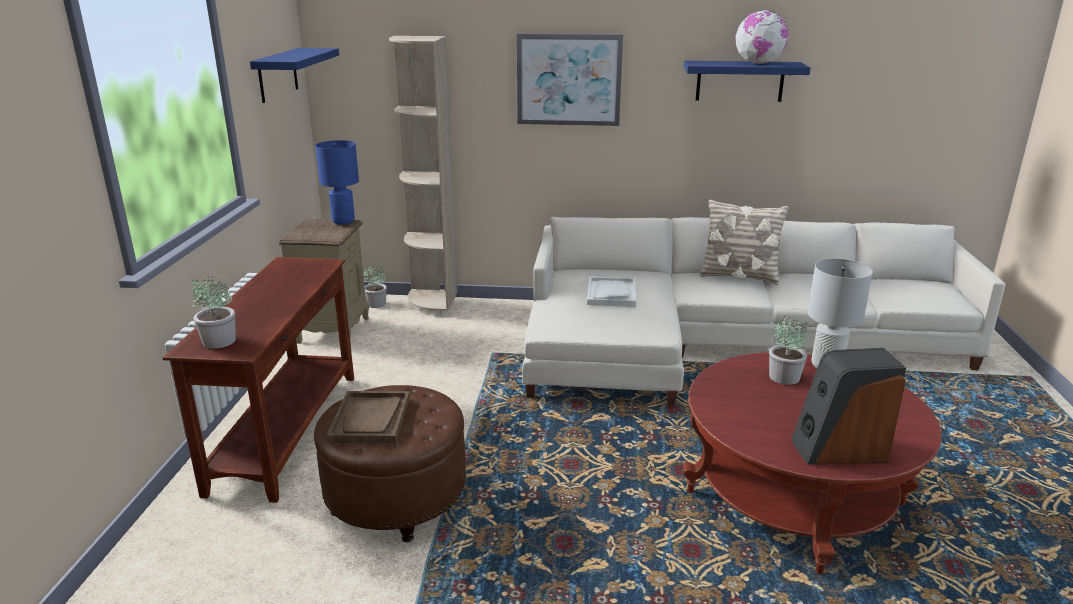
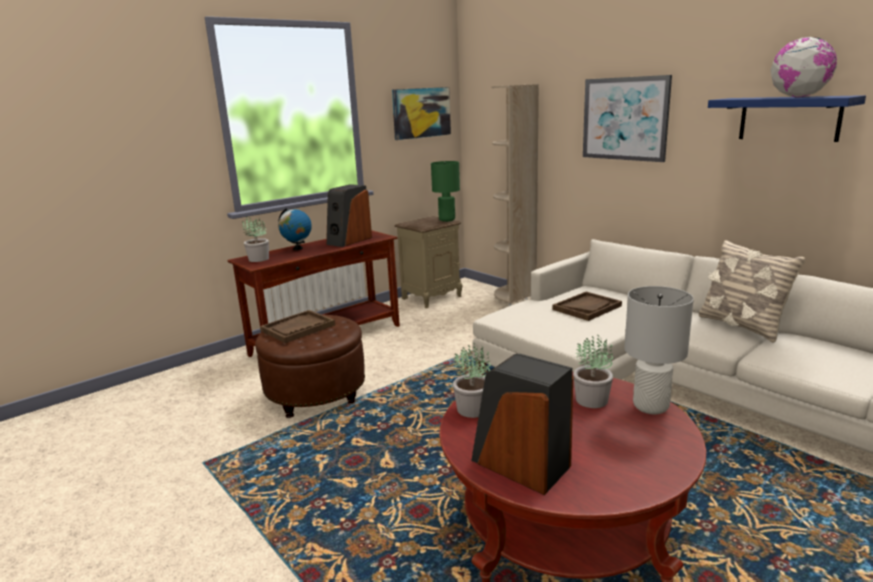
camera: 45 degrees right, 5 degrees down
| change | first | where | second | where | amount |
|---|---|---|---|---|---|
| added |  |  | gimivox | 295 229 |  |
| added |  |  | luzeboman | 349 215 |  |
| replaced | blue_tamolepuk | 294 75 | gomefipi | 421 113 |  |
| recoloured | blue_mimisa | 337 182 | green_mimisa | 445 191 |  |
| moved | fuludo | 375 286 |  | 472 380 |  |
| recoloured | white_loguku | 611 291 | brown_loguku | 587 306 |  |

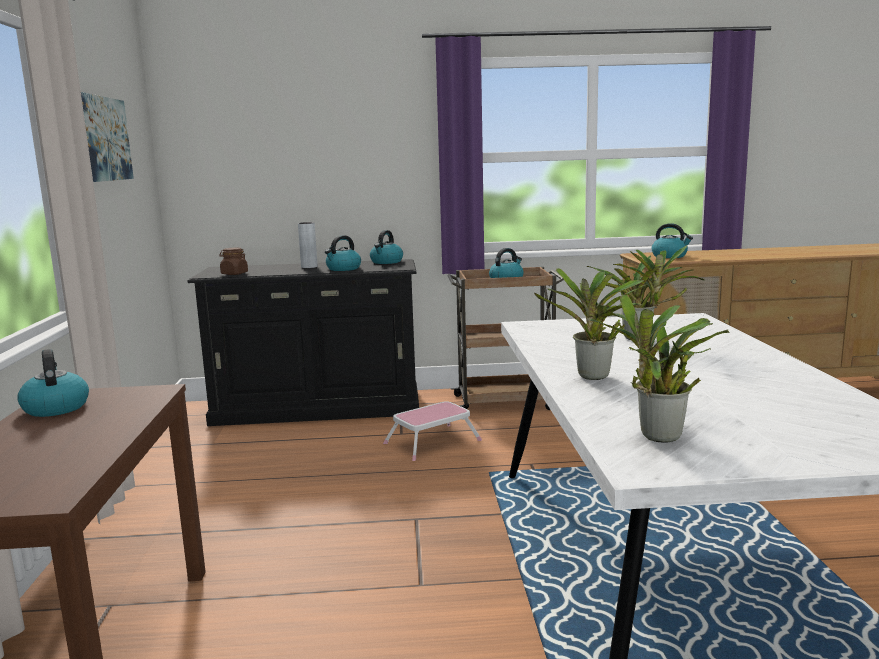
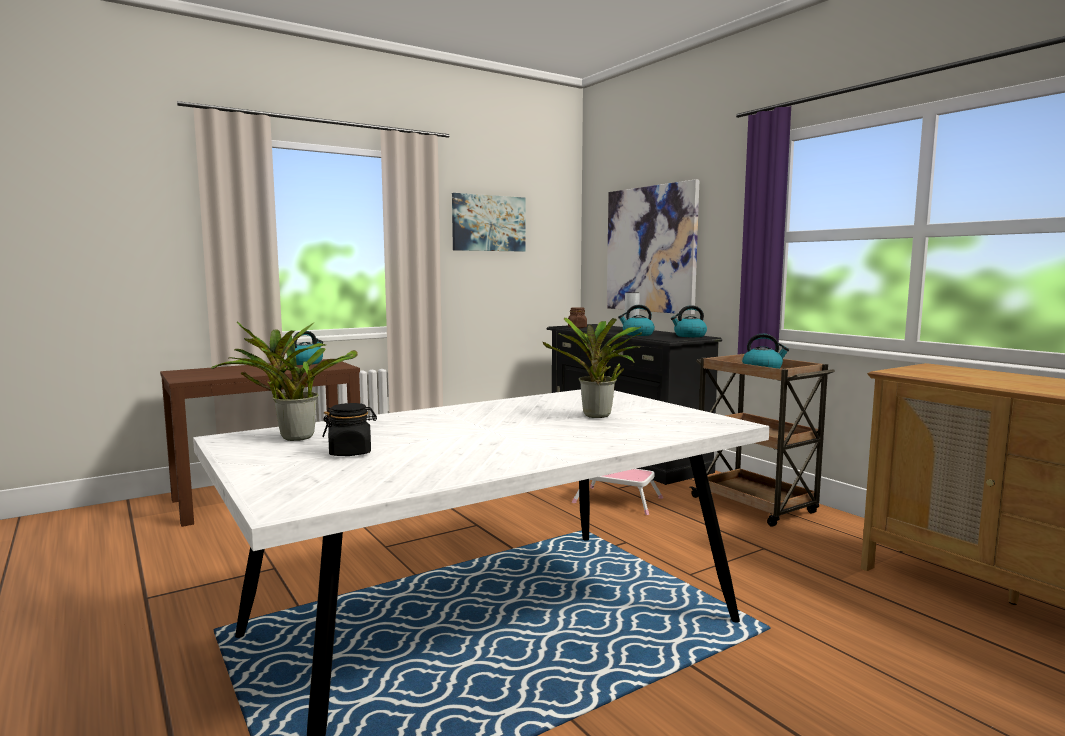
camera: 60 degrees right, 5 degrees down
| change | first | where | second | where | amount |
|---|---|---|---|---|---|
| added |  |  | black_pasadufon | 349 429 |  |
| added |  |  | gomefipi | 653 247 |  |
| removed | fuludo | 590 324 |  |  |  |
| removed | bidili | 672 240 |  |  |  |

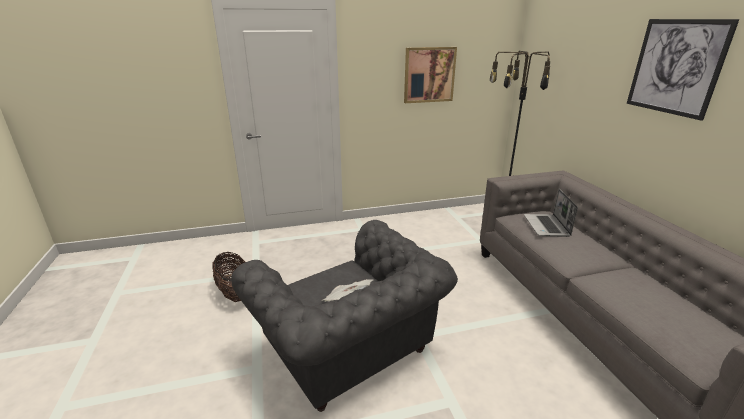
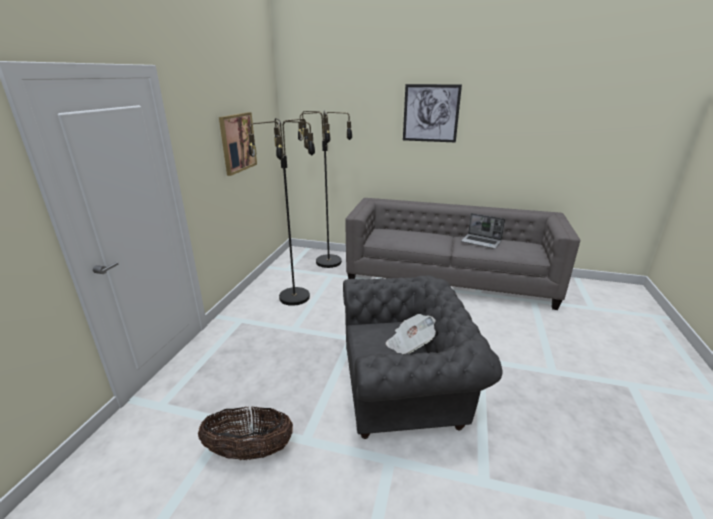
camera: 60 degrees left, 0 degrees up
| change | first | where | second | where | amount |
|---|---|---|---|---|---|
| added |  |  | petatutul | 282 212 |  |
| moved | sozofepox | 551 213 |  | 483 231 |  |

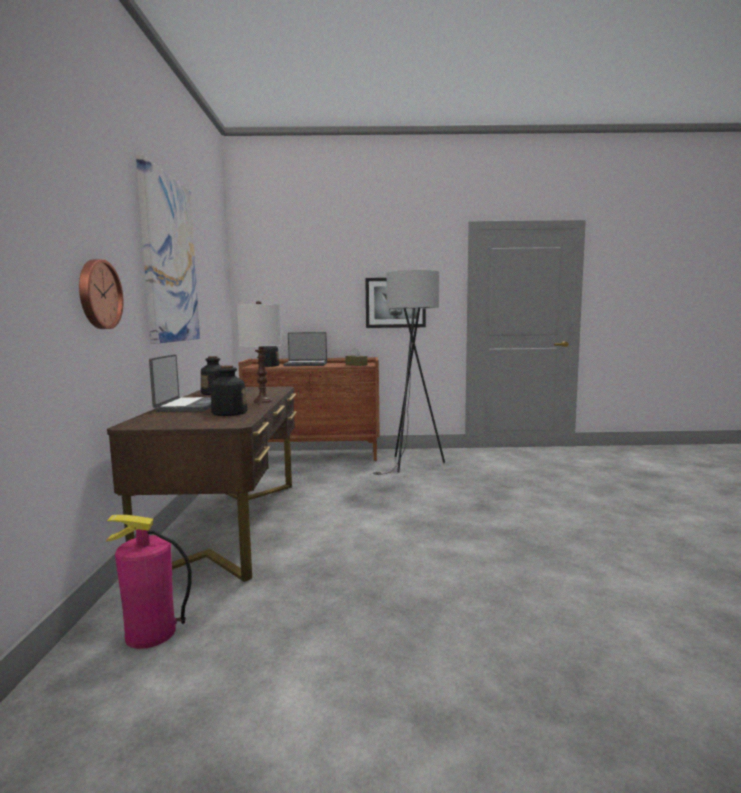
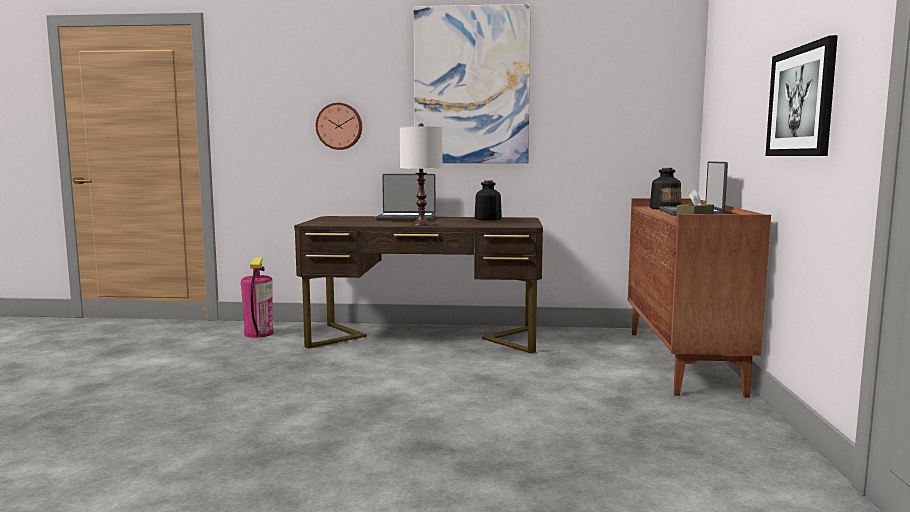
camera: 95 degrees right, 0 degrees up
| change | first | where | second | where | amount |
|---|---|---|---|---|---|
| removed | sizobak | 229 390 |  |  |  |
| removed | grey_petatutul | 409 372 |  |  |  |

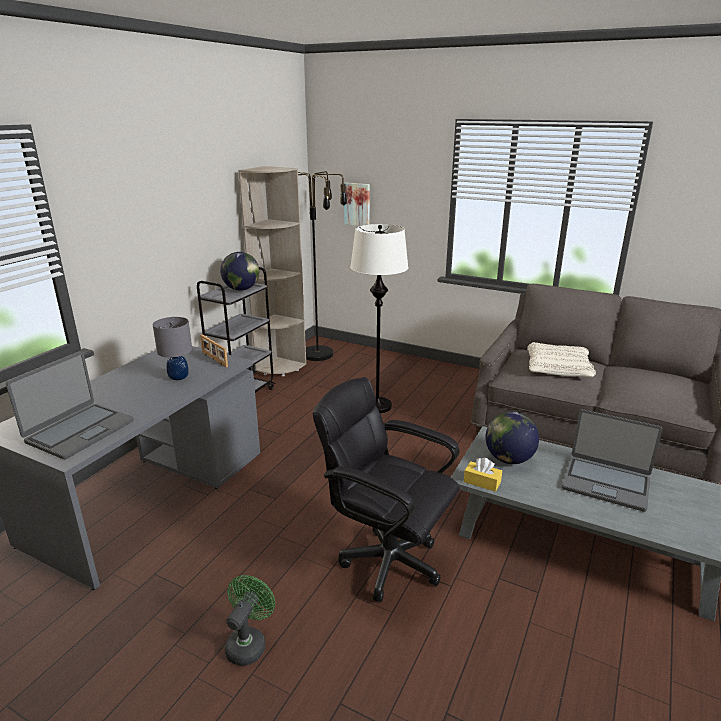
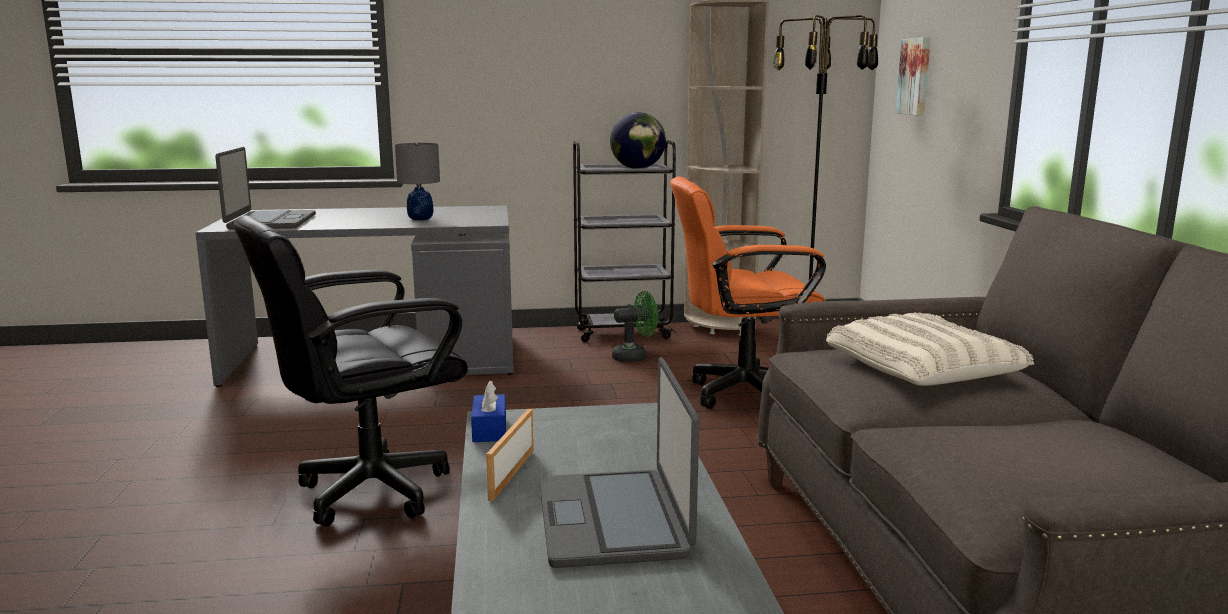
camera: 55 degrees right, 10 degrees down
| change | first | where | second | where | amount |
|---|---|---|---|---|---|
| turned | sozofepox | 70 405 |  | 265 188 | 90 degrees counterclockwise |
| turned | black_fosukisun | 386 489 |  | 350 370 | 120 degrees counterclockwise |
| recoloured | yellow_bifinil | 483 474 | blue_bifinil | 488 411 |  |
| moved | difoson | 214 351 |  | 510 455 |  |
| moved | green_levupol | 250 620 |  | 635 326 |  |
| replaced | white_petatutul | 379 318 | orange_fosukisun | 748 292 |  |
| removed | gimivox | 512 438 |  |  |  |

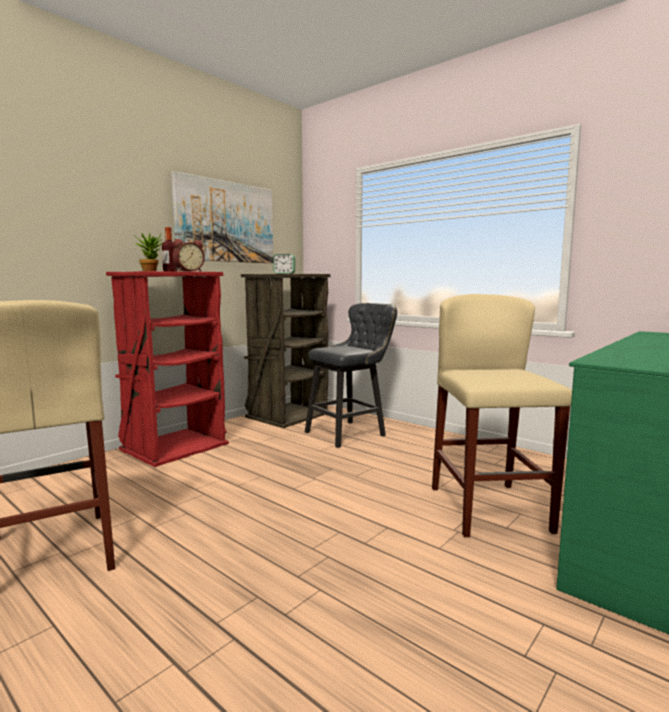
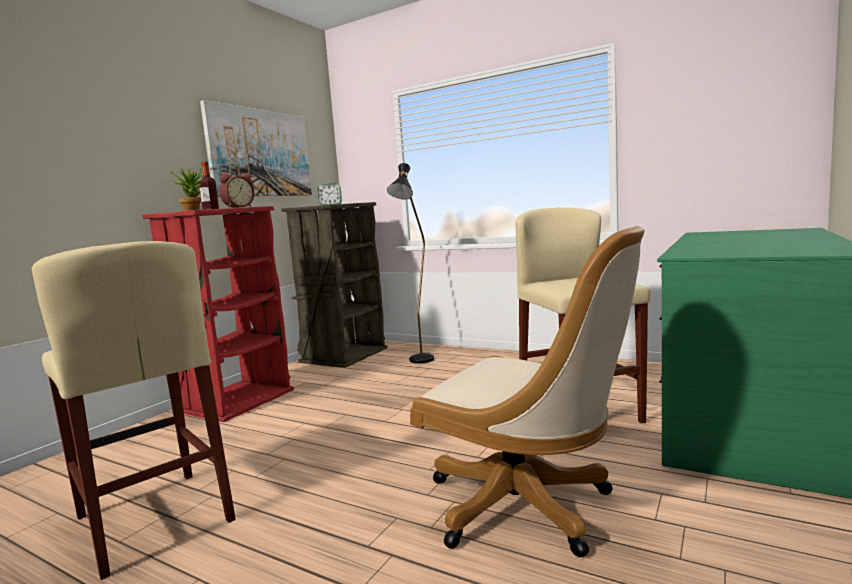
camera: 10 degrees left, 0 degrees up
| change | first | where | second | where | amount |
|---|---|---|---|---|---|
| replaced | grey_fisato | 351 375 | black_petatutul | 410 263 |  |
| added |  |  | fosukisun | 527 391 |  |

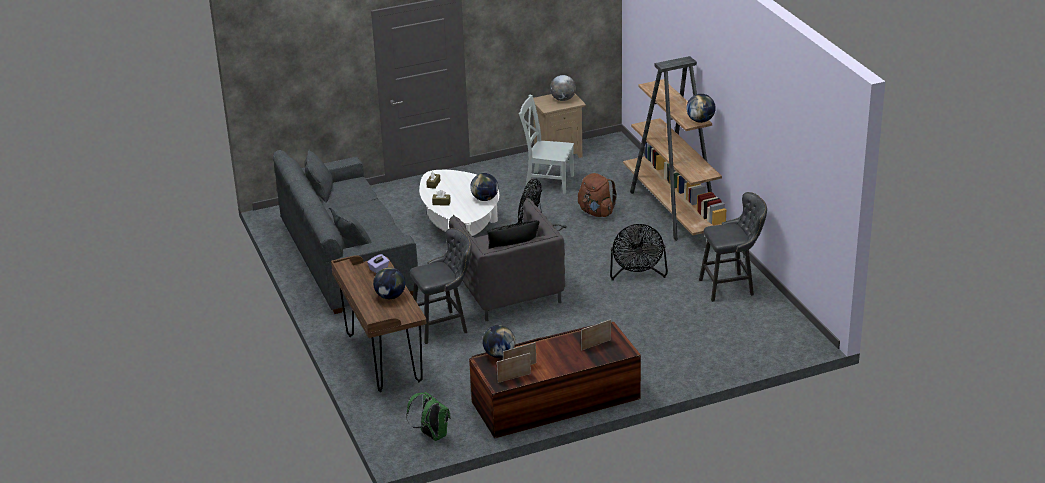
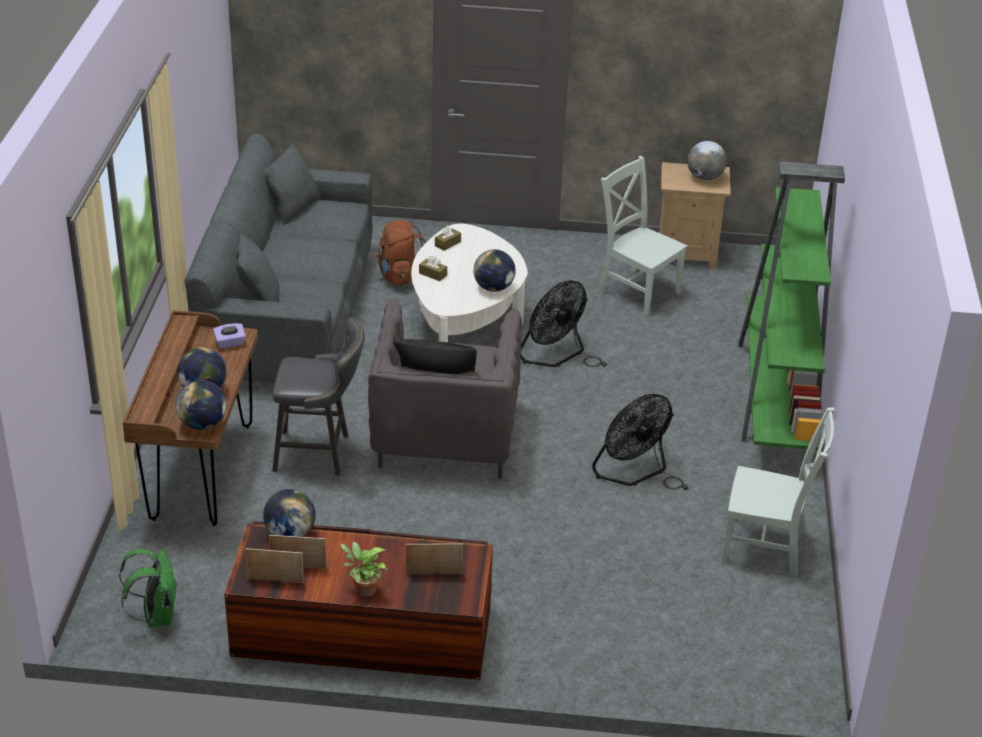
camera: 25 degrees right, 5 degrees up
| change | first | where | second | where | amount |
|---|---|---|---|---|---|
| moved | gimivox | 701 108 |  | 201 405 |  |
| added |  |  | fuludo | 363 569 |  |
| moved | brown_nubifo | 597 195 |  | 400 253 |  |
| turned | black_levupol | 639 252 |  | 640 442 | 120 degrees clockwise |
| replaced | grey_fisato | 733 247 | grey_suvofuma | 778 491 |  |
| recoloured | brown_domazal | 674 148 | green_domazal | 791 305 |  |

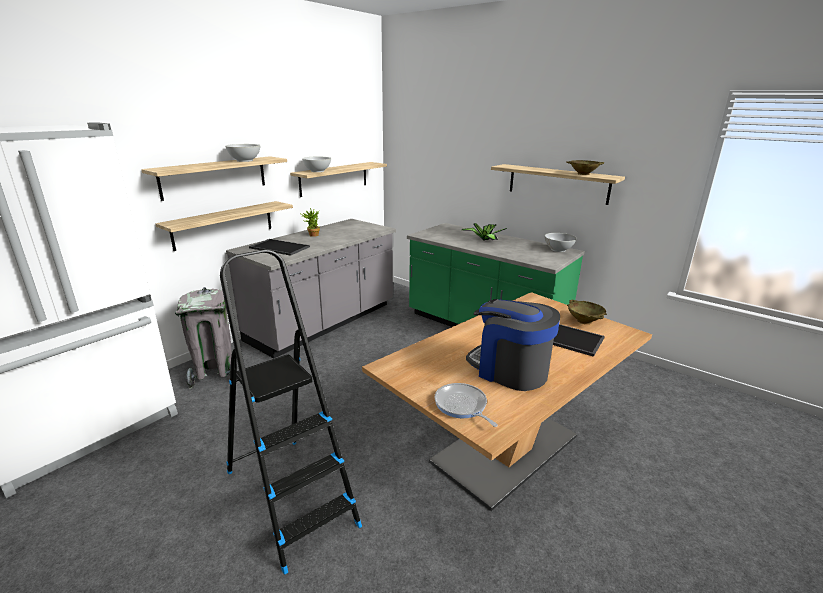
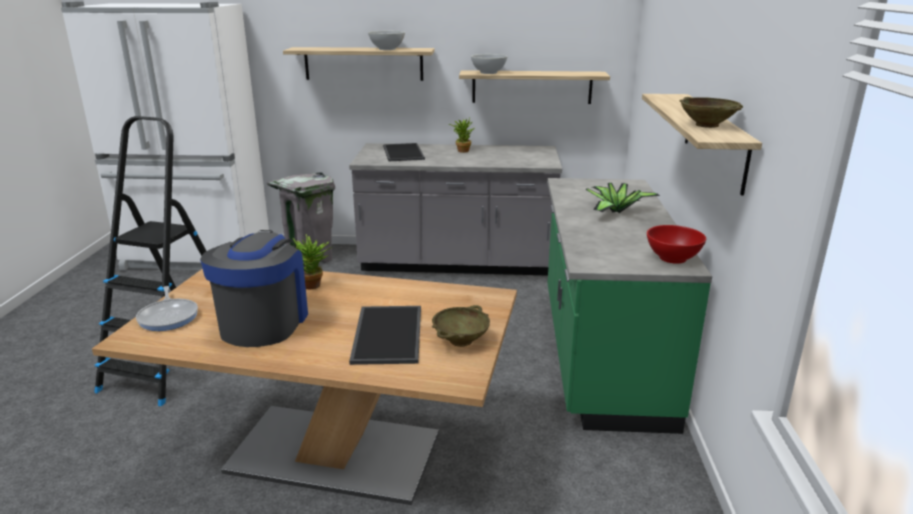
camera: 55 degrees right, 0 degrees up
| change | first | where | second | where | amount |
|---|---|---|---|---|---|
| turned | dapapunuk | 466 405 |  | 167 308 | 135 degrees clockwise |
| added |  |  | fuludo | 312 261 |  |
| recoloured | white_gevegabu | 560 242 | red_gevegabu | 676 244 |  |
| removed | tamolepuk | 224 226 |  |  |  |

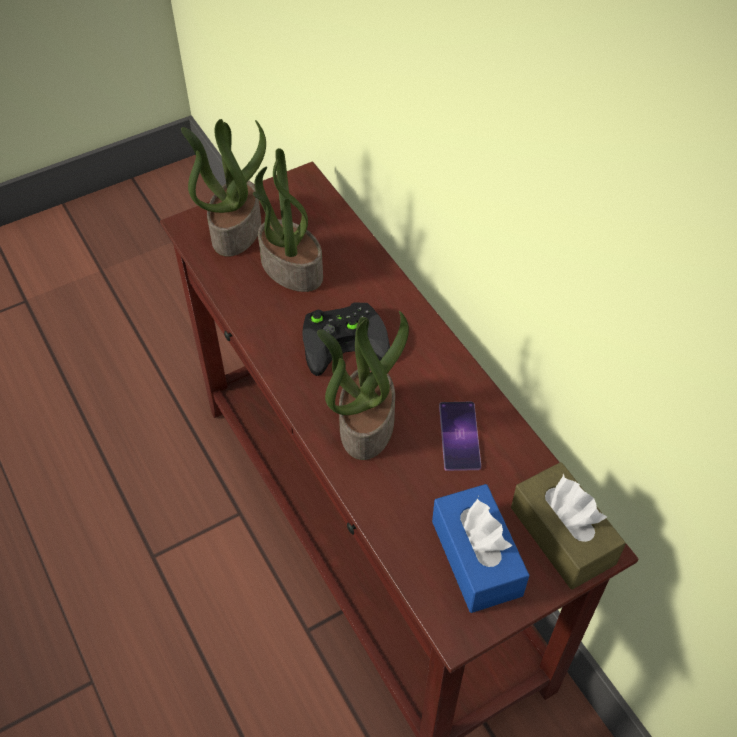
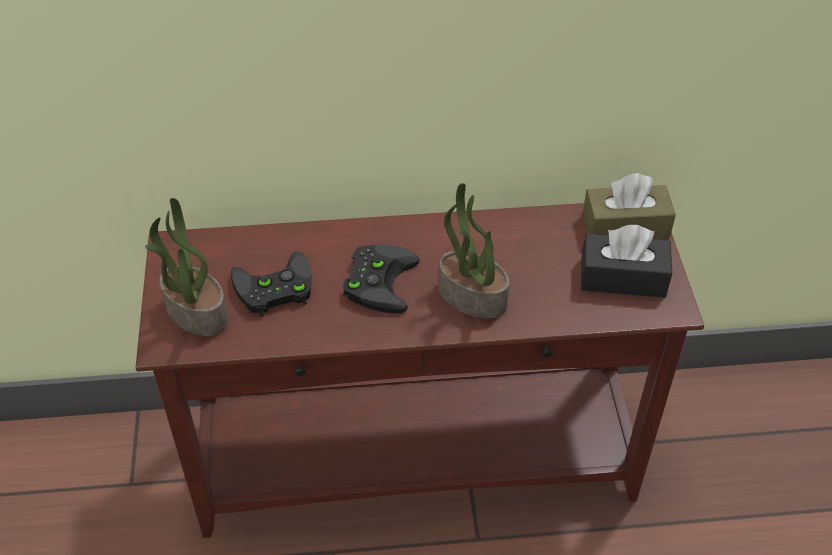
camera: 65 degrees left, 5 degrees down
| change | first | where | second | where | amount |
|---|---|---|---|---|---|
| replaced | fuludo | 288 220 | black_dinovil | 271 284 |  |
| recoloured | blue_bifinil | 481 548 | black_bifinil | 626 261 |  |
| removed | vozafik | 460 436 |  |  |  |

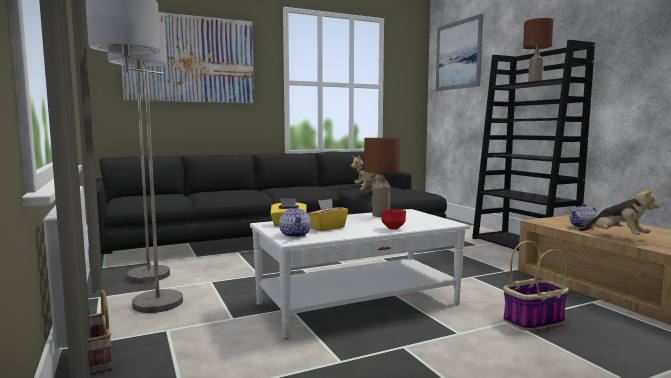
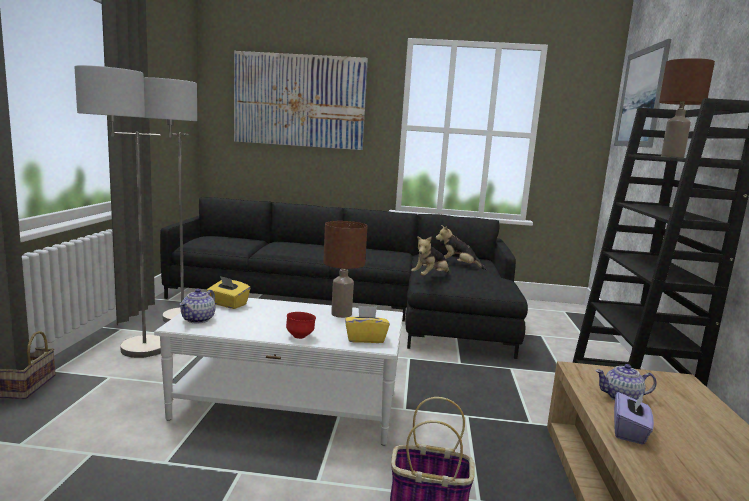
camera: 30 degrees right, 5 degrees up
| change | first | where | second | where | amount |
|---|---|---|---|---|---|
| moved | yellow_bifinil | 327 215 |  | 367 324 |  |
| replaced | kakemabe | 619 210 | purple_bifinil | 634 418 |  |

